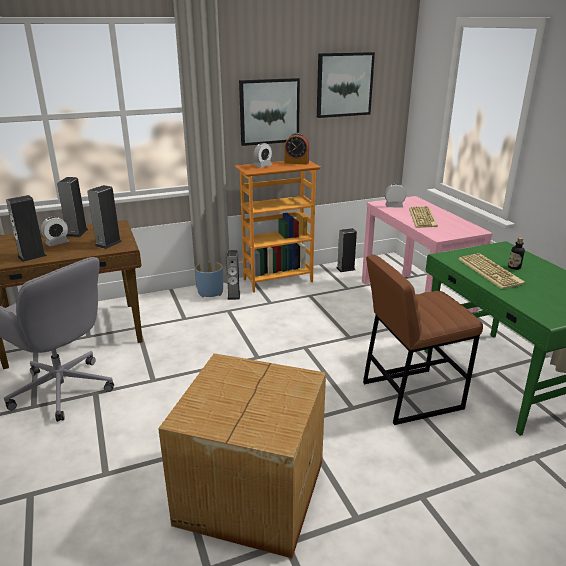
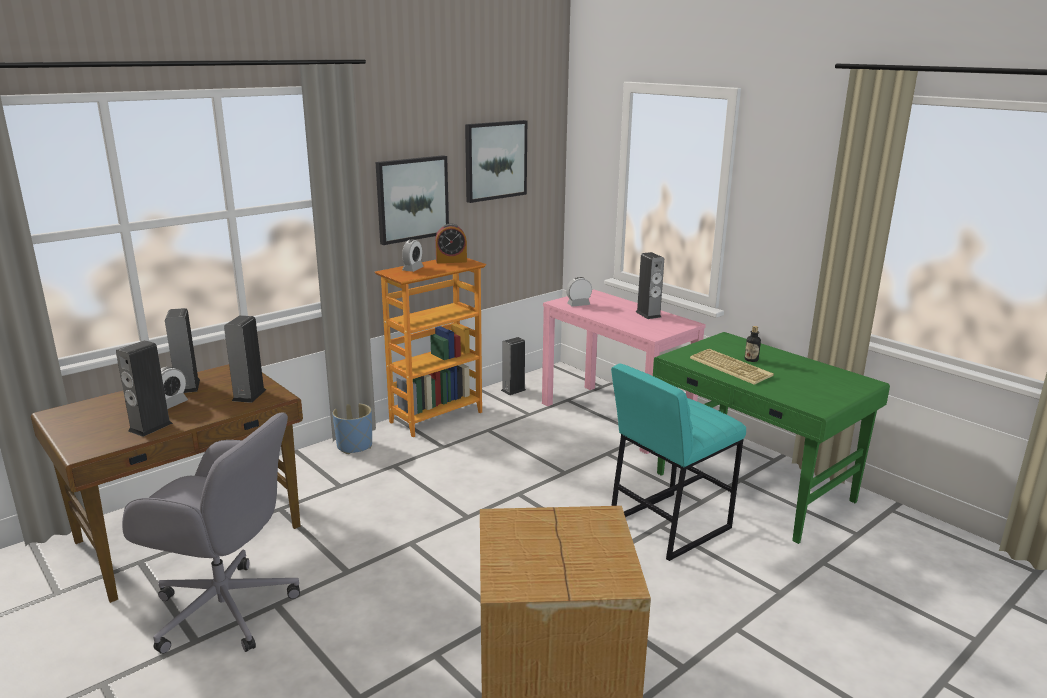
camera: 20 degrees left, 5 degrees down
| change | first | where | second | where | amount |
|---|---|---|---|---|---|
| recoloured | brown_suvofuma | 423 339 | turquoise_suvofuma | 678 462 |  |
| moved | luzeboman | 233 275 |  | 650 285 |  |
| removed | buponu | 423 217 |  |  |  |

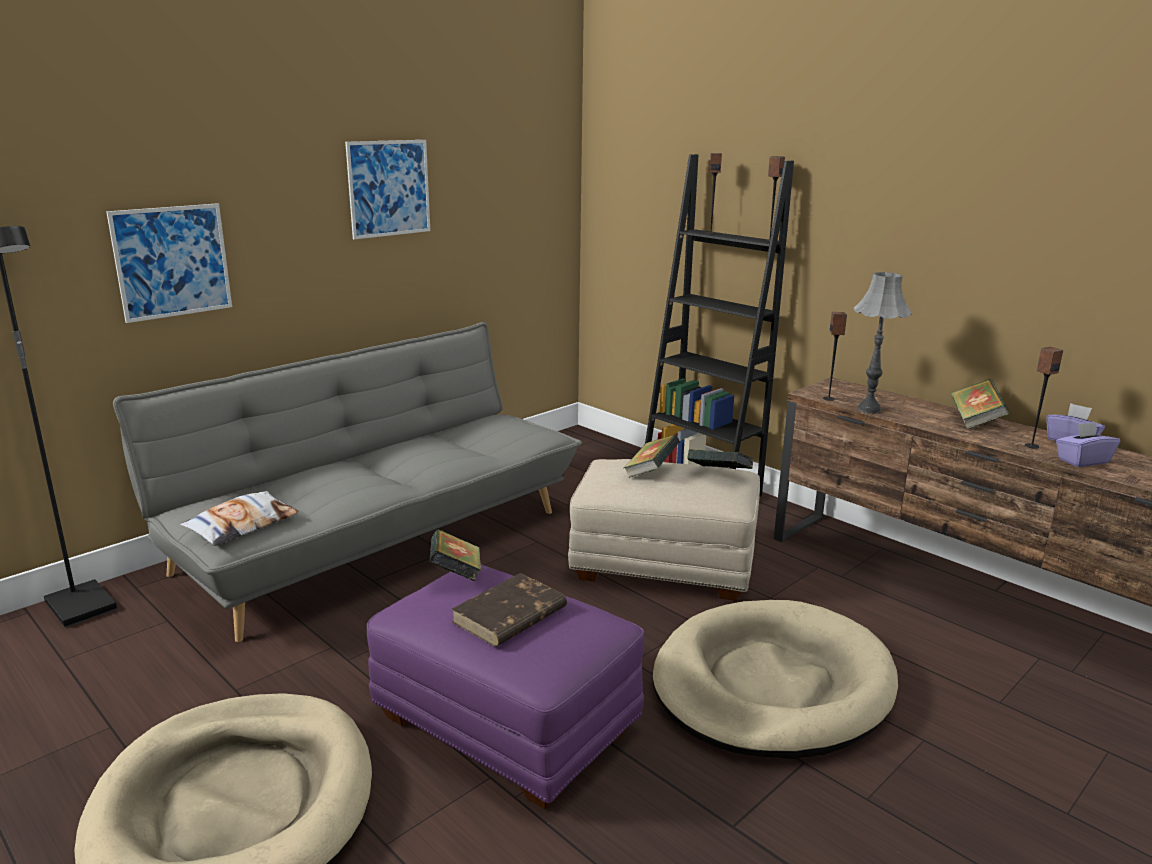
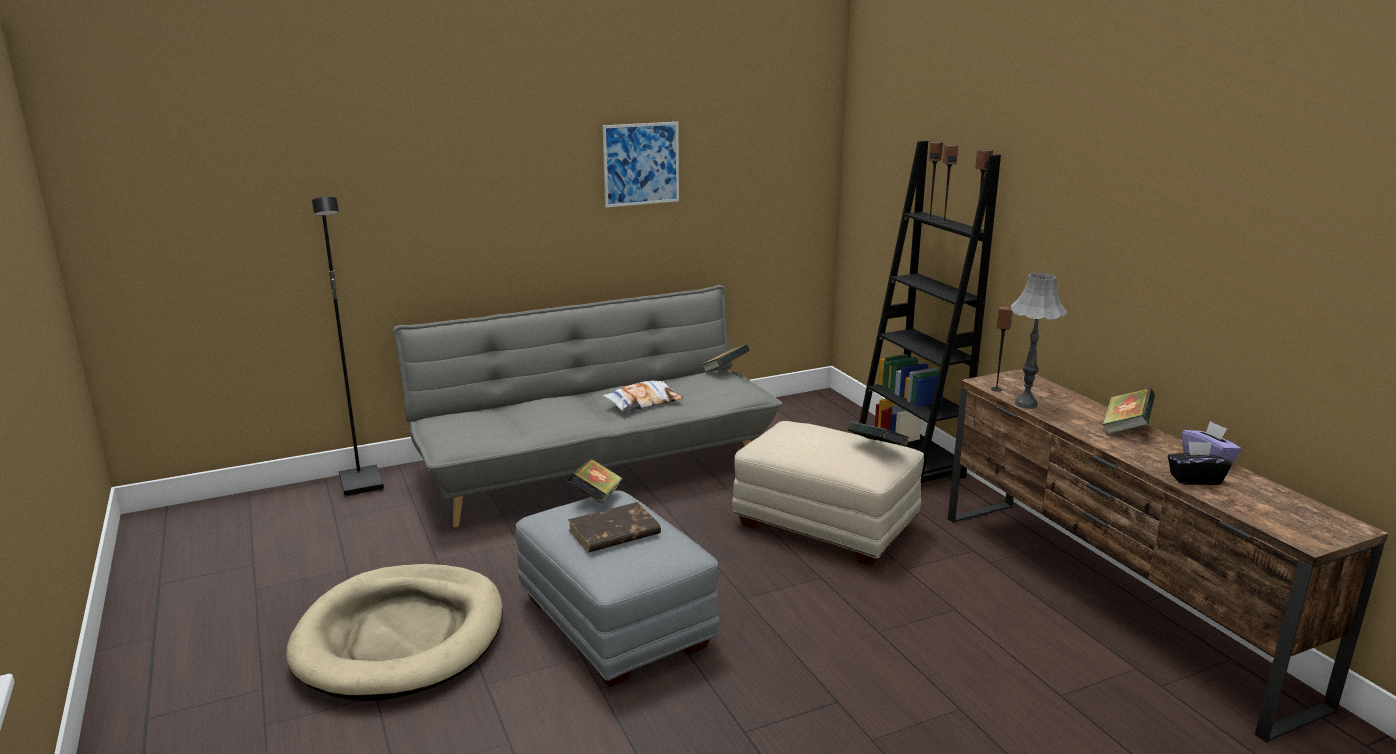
camera: 20 degrees right, 0 degrees up
| change | first | where | second | where | amount |
|---|---|---|---|---|---|
| recoloured | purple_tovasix | 505 687 | grey_tovasix | 618 588 |  |
| moved | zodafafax | 239 518 |  | 642 397 |  |
| moved | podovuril | 652 456 |  | 725 358 |  |
| moved | luzeboman | 1044 398 |  | 948 184 |  |
| recoloured | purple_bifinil | 1088 444 | black_bifinil | 1200 463 |  |
| removed | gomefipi | 169 263 |  |  |  |
| removed | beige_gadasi | 775 679 |  |  |  |

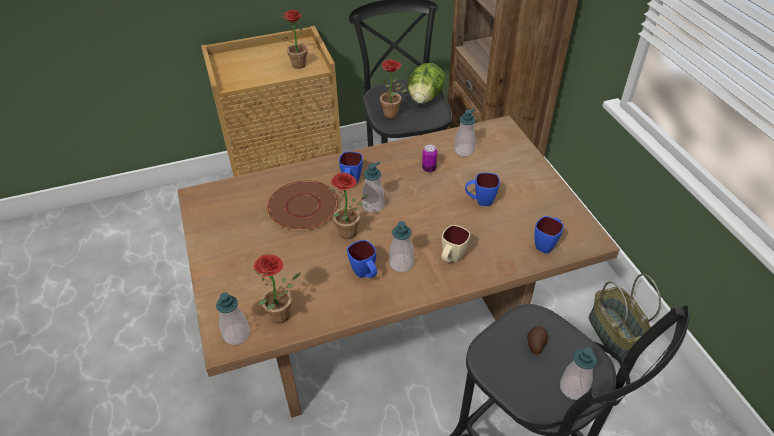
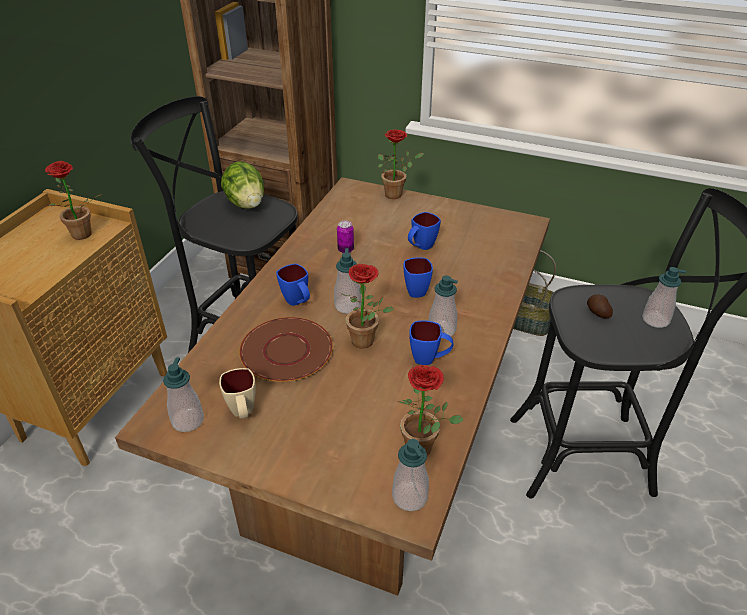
camera: 50 degrees left, 5 degrees down
| change | first | where | second | where | amount |
|---|---|---|---|---|---|
| moved | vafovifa | 465 132 |  | 183 394 |  |
| moved | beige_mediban | 455 243 |  | 237 393 |  |
| moved | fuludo | 392 89 |  | 401 164 |  |
| moved | blue_mediban | 549 234 |  | 418 277 |  |

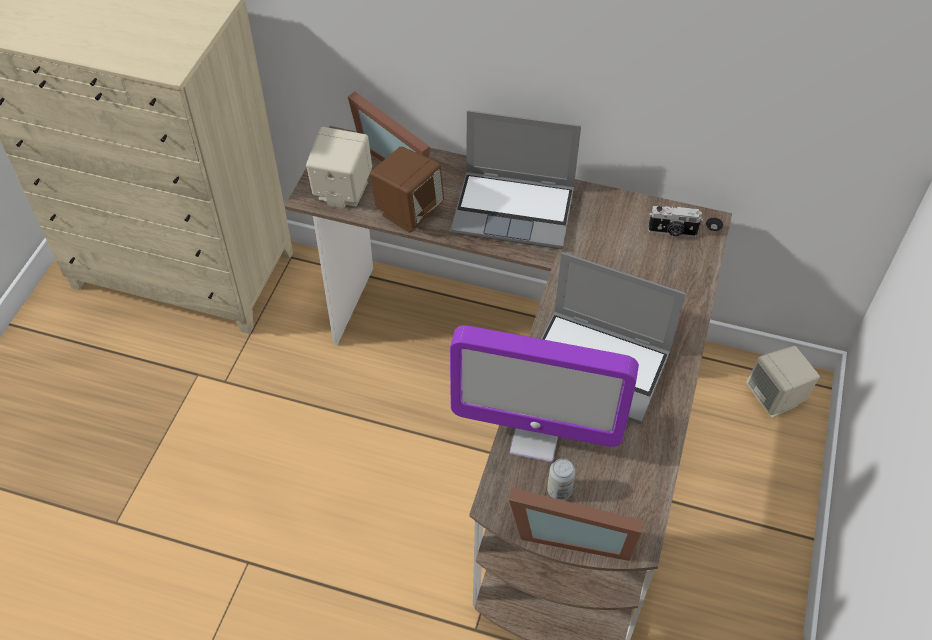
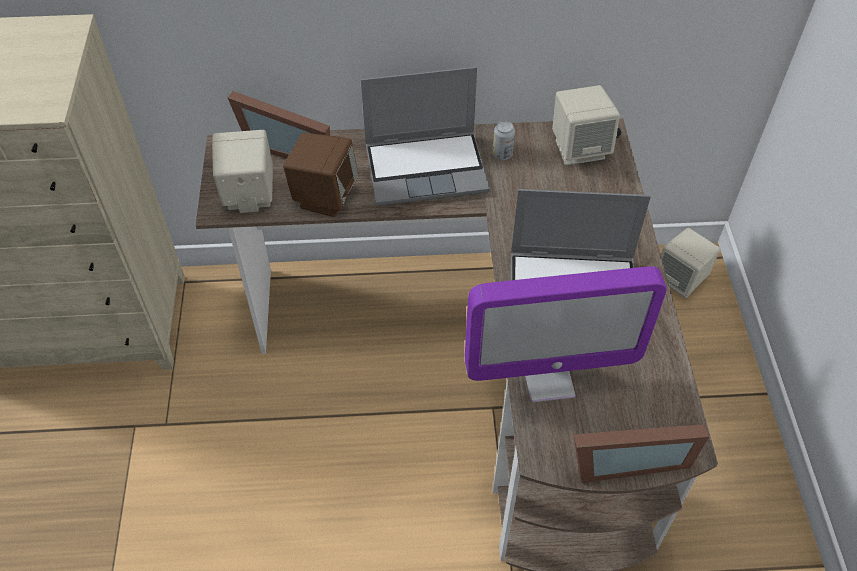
camera: 20 degrees left, 0 degrees up
| change | first | where | second | where | amount |
|---|---|---|---|---|---|
| moved | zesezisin | 561 479 |  | 504 140 |  |
| replaced | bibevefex | 675 221 | beige_luzeboman | 586 125 |  |

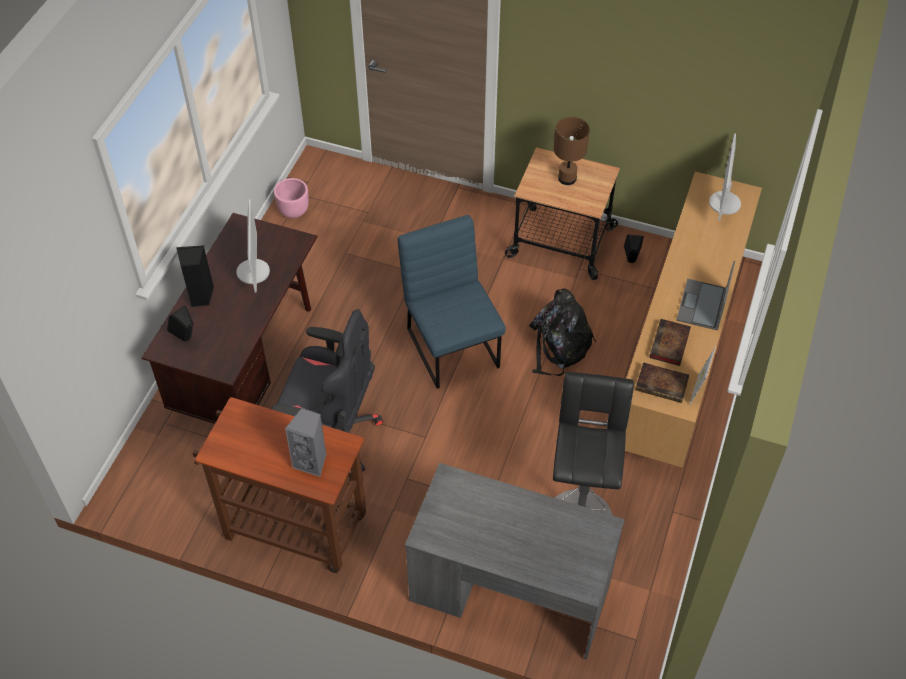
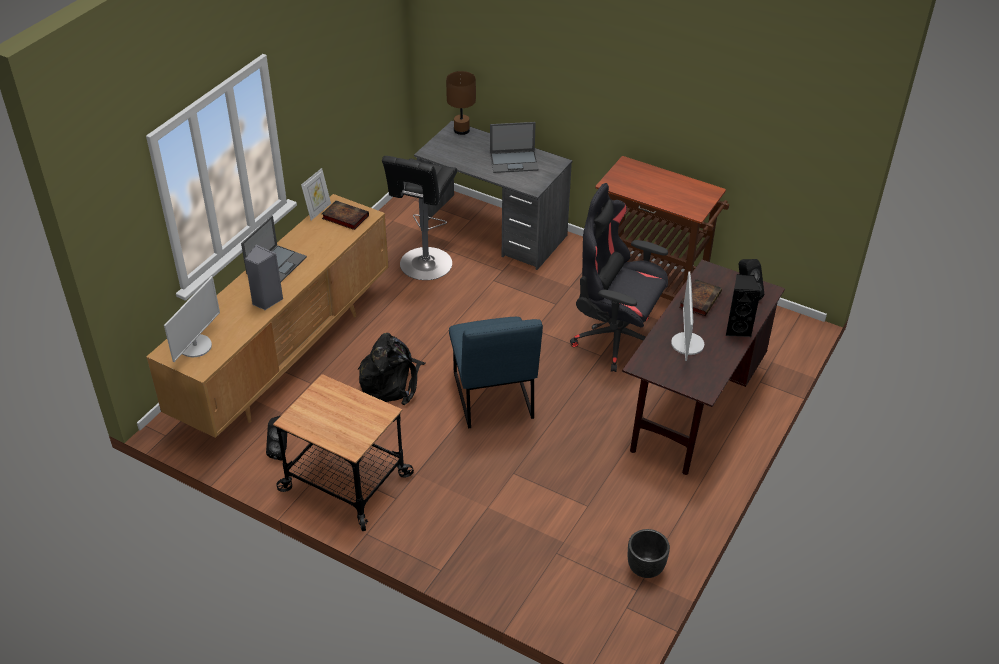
camera: 170 degrees left, 10 degrees down
| change | first | where | second | where | amount |
|---|---|---|---|---|---|
| moved | grey_luzeboman | 306 442 |  | 263 278 |  |
| moved | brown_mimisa | 572 151 |  | 461 103 |  |
| added |  |  | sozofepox | 514 147 |  |
| recoloured | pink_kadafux | 291 198 | black_kadafux | 649 553 |  |
| moved | podovuril | 670 342 |  | 700 297 |  |

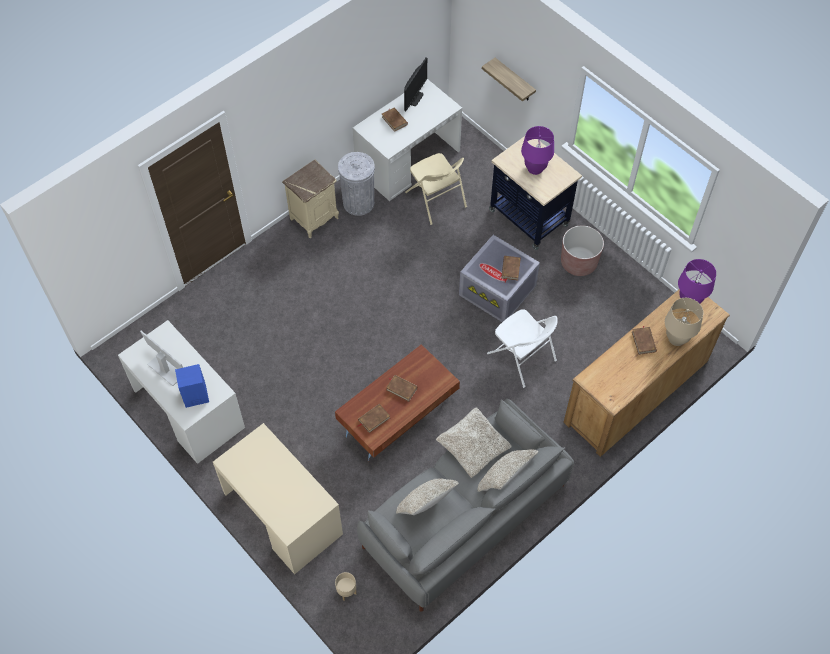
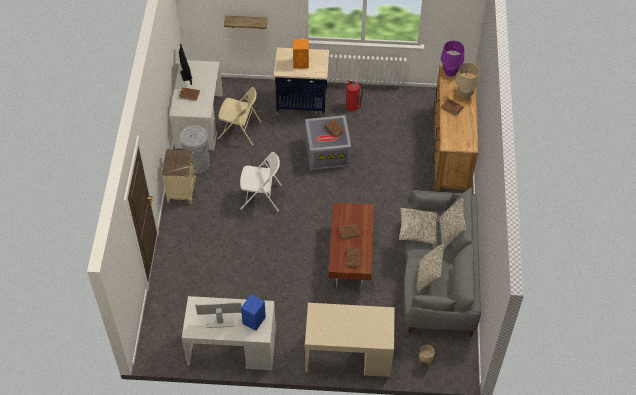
camera: 45 degrees left, 5 degrees down
| change | first | where | second | where | amount |
|---|---|---|---|---|---|
| moved | white_suvofuma | 522 348 |  | 261 182 |  |
| replaced | purple_mimisa | 537 150 | orange_luzeboman | 301 53 |  |
| replaced | brown_kadafux | 582 250 | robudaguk | 354 96 |  |

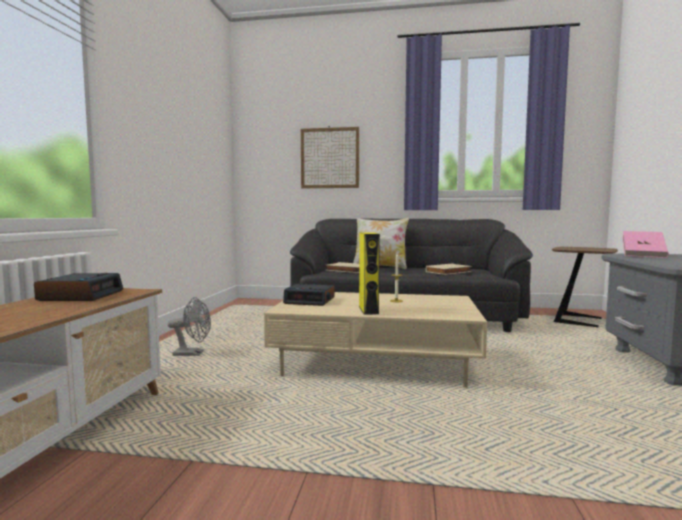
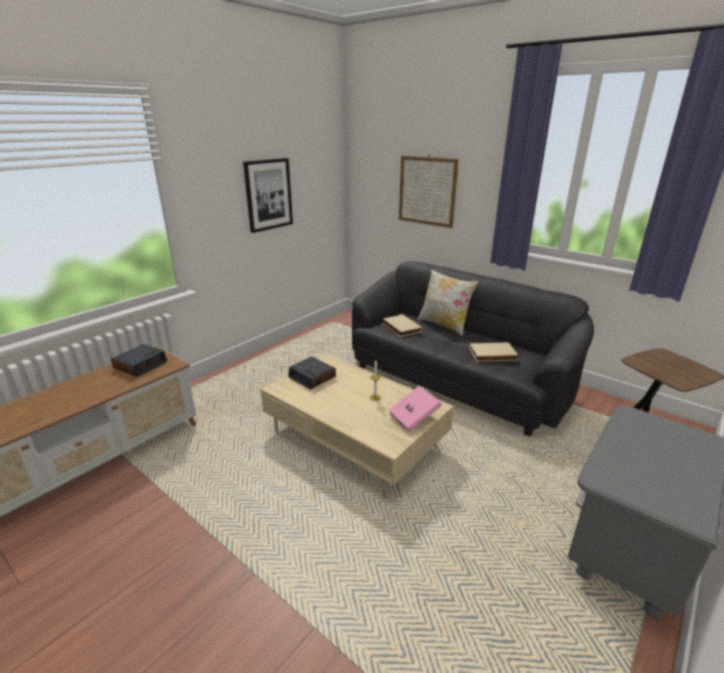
camera: 30 degrees right, 20 degrees up
| change | first | where | second | where | amount |
|---|---|---|---|---|---|
| added |  |  | gomefipi | 268 195 |  |
| moved | pink_podovuril | 645 244 |  | 415 409 |  |
| removed | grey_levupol | 189 326 |  |  |  |
| removed | yellow_luzeboman | 369 273 |  |  |  |

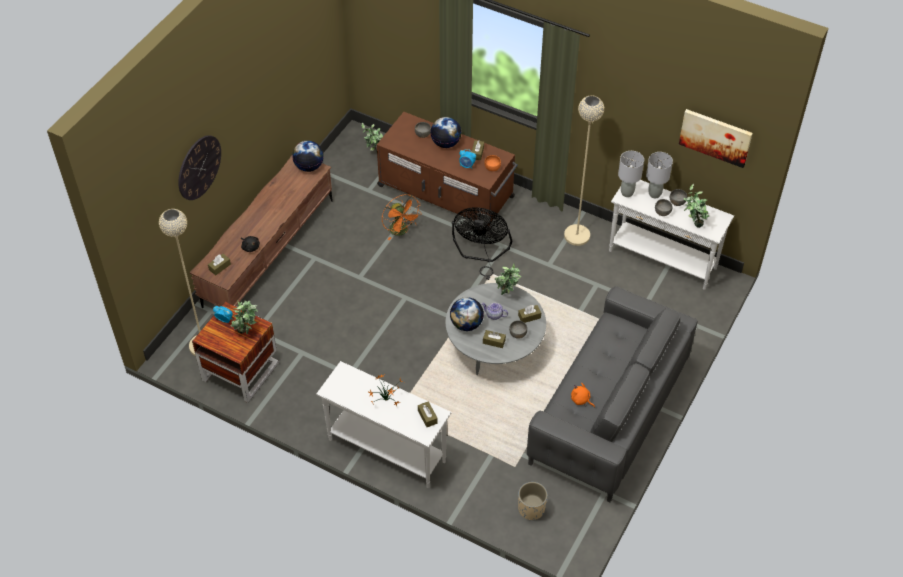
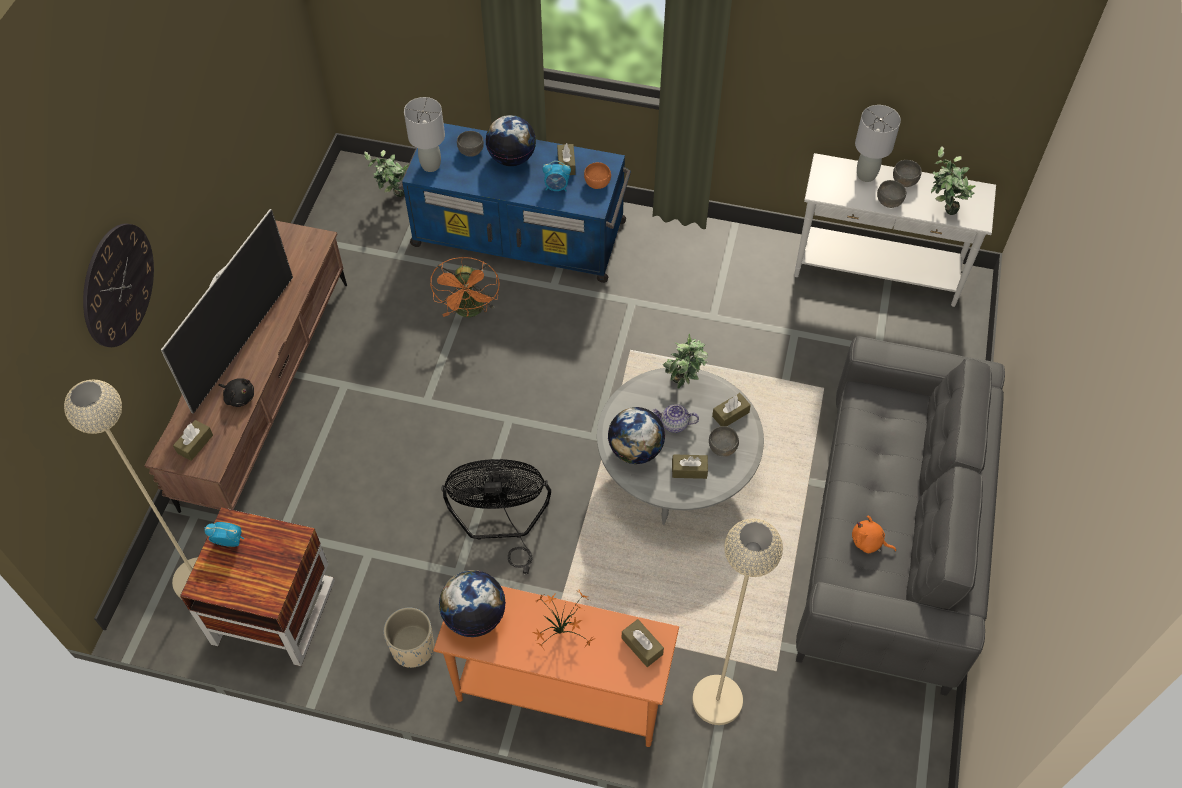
camera: 15 degrees left, 5 degrees up
| change | first | where | second | where | amount |
|---|---|---|---|---|---|
| added |  |  | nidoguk | 227 311 |  |
| moved | beige_kadafux | 532 501 |  | 409 638 |  |
| recoloured | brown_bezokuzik | 446 170 | blue_bezokuzik | 514 203 |  |
| moved | grey_mimisa | 631 174 |  | 424 134 |  |
| turned | orange_levupol | 402 217 |  | 465 287 | 45 degrees clockwise |
| recoloured | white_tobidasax | 384 424 | orange_tobidasax | 556 666 |  |
| moved | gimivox | 307 156 |  | 472 603 |  |
| moved | black_levupol | 482 243 |  | 496 516 |  |
| moved | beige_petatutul | 584 170 |  | 737 621 |  |
| removed | fuludo | 244 317 |  |  |  |
| removed | gomefipi | 716 138 |  |  |  |

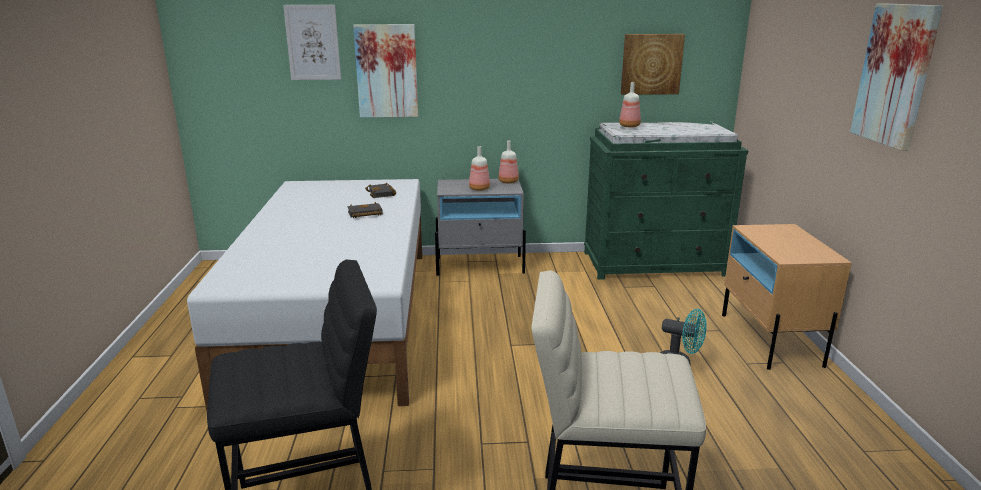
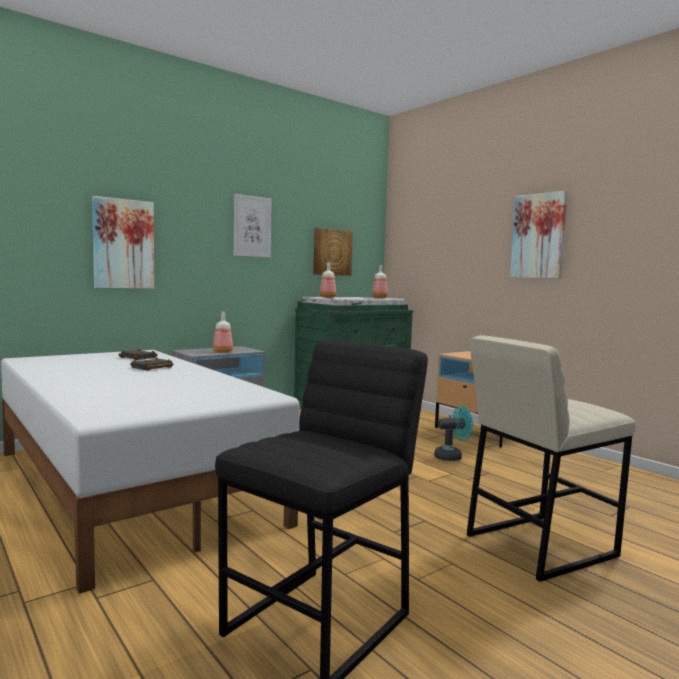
camera: 35 degrees left, 15 degrees down
| change | first | where | second | where | amount |
|---|---|---|---|---|---|
| moved | gomefipi | 312 42 |  | 253 226 |  |
| moved | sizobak | 508 162 |  | 380 281 |  |

